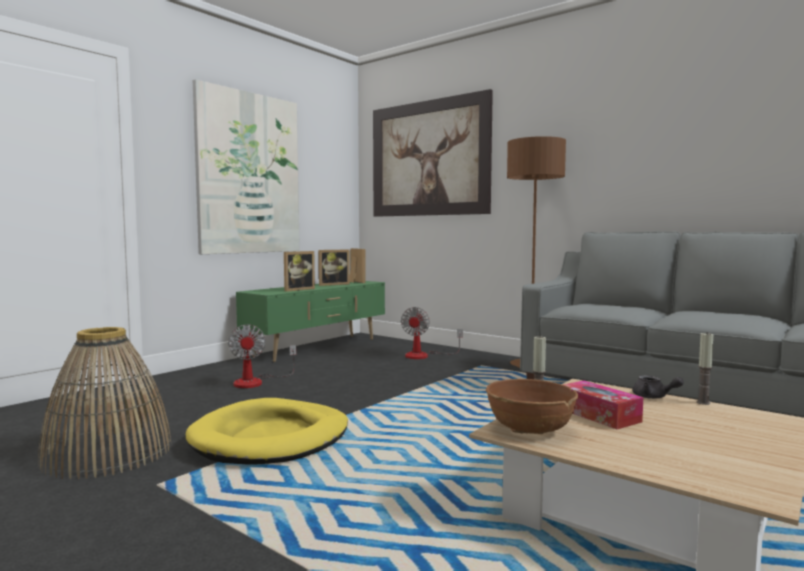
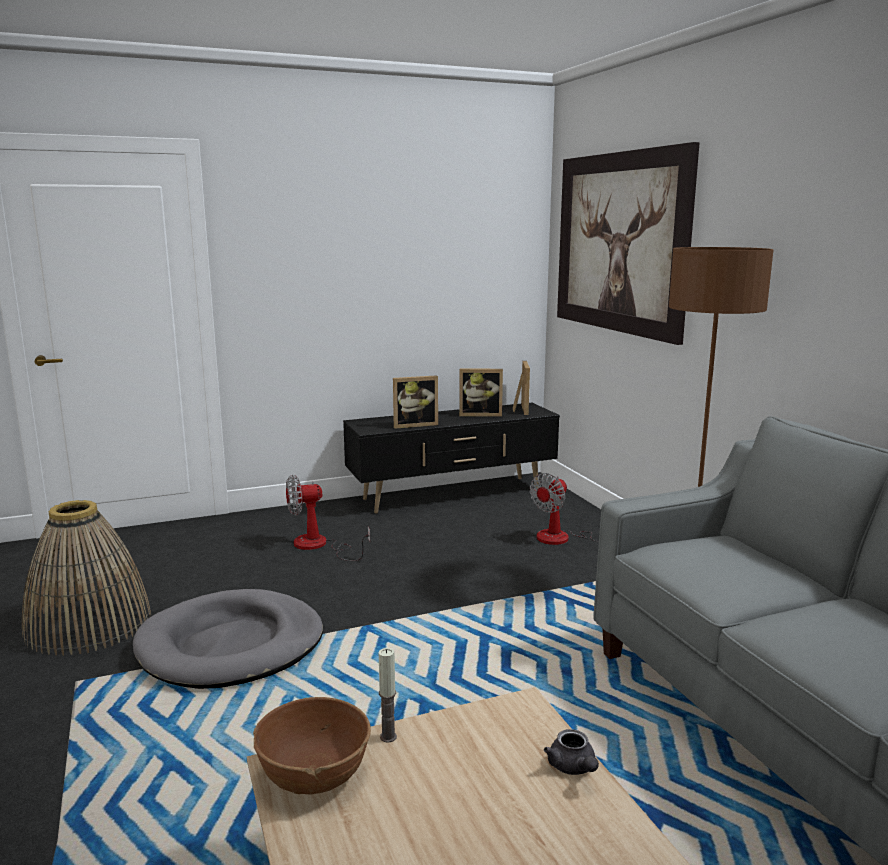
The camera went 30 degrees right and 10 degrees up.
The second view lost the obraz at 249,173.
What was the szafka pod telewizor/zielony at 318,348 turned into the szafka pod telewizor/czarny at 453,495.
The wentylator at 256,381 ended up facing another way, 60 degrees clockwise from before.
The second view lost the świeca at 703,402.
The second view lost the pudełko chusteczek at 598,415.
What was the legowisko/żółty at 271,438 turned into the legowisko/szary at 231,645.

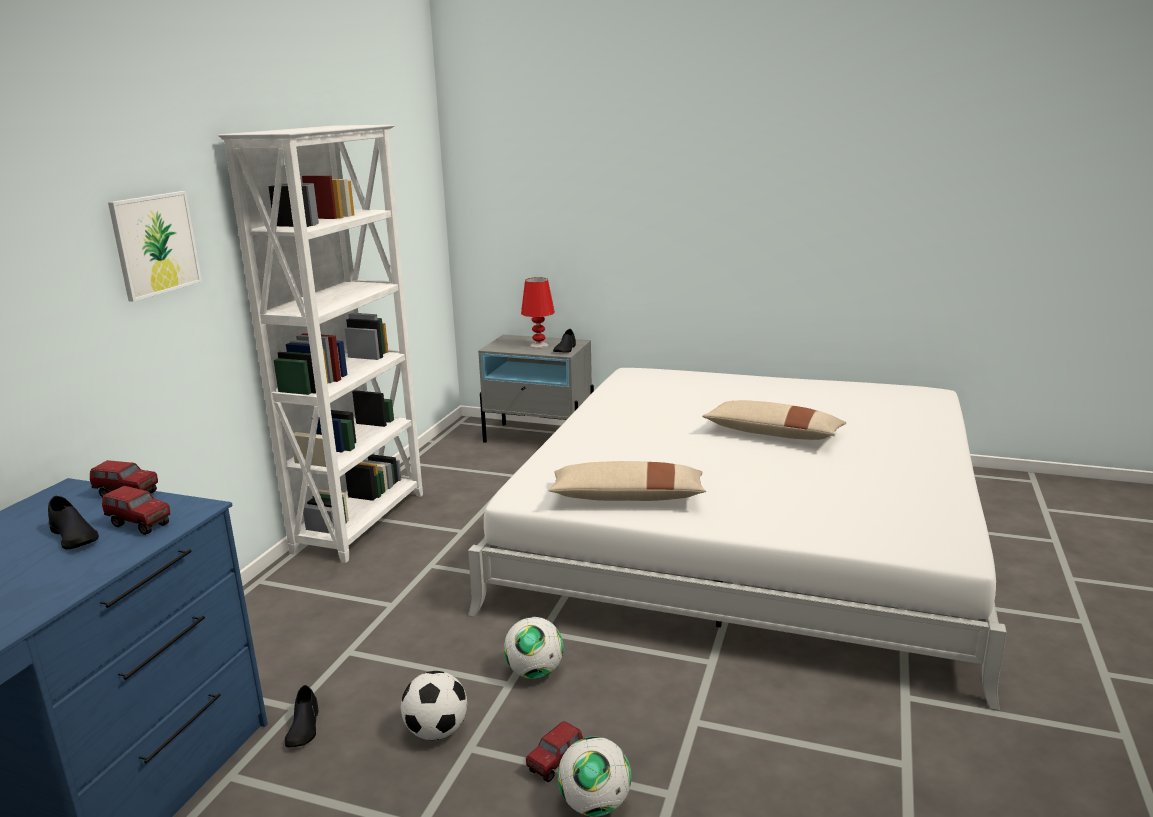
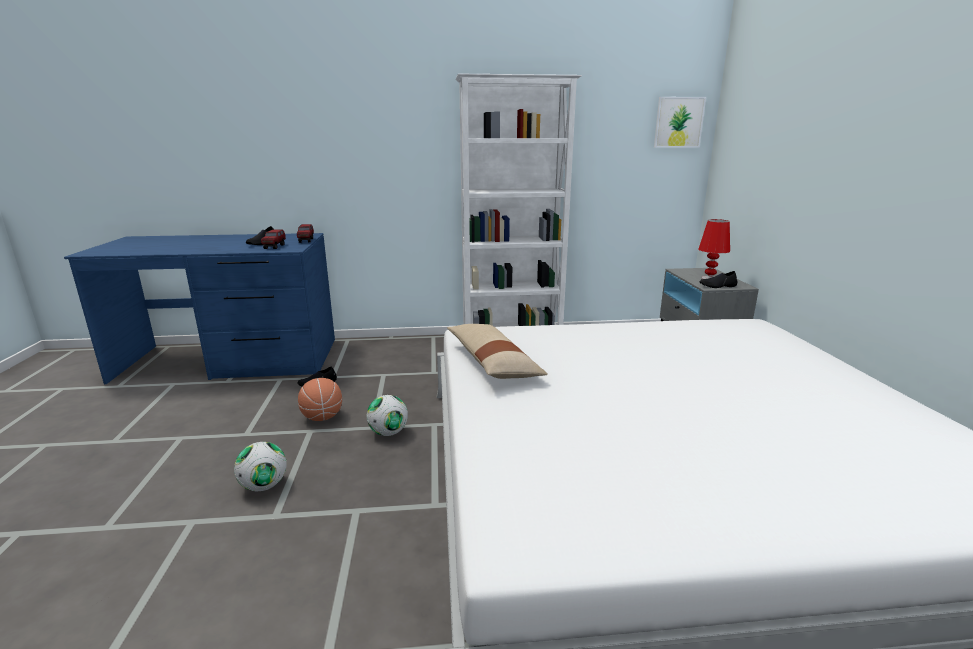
The camera went 65 degrees right and 0 degrees up.
The obraz ended up elsewhere, having gone from 155,244 to 679,122.
The second view lost the poduszka/beżowy at 773,434.
Where the piłka futbolowa stood at 436,731, the piłka do koszykówki came to stand at 322,417.
The second view lost the ciężarówka zabawkowa at 555,764.

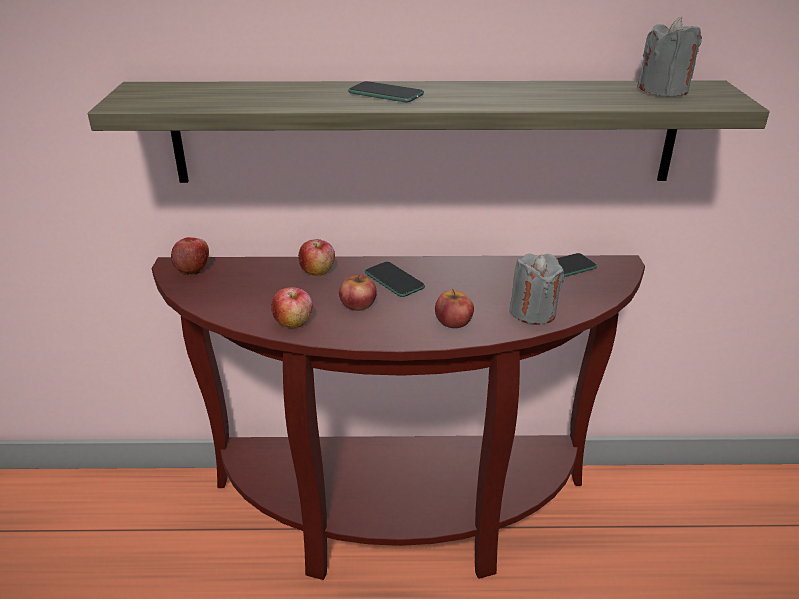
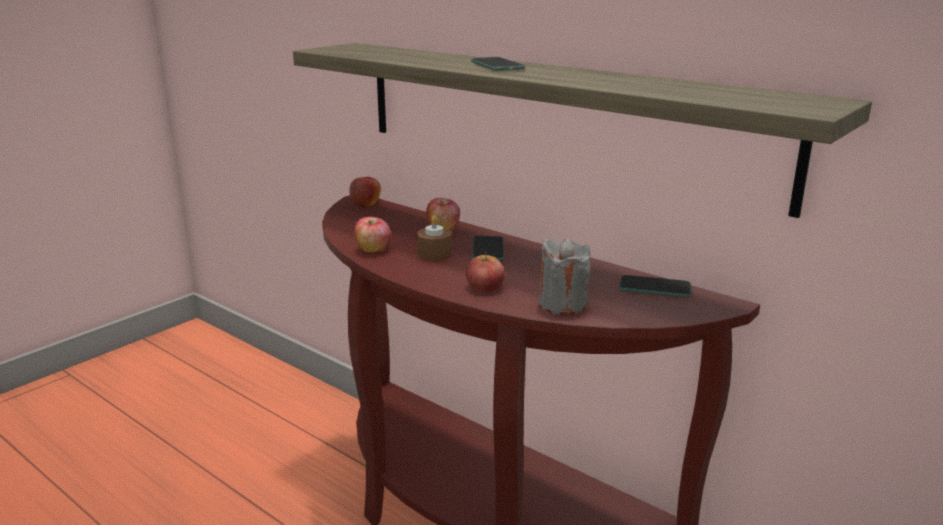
The camera went 40 degrees right and 10 degrees down.
The second view lost the świeca/szary at 663,90.
Where the jabłko stood at 358,304, the świeca/brązowy came to stand at 434,254.

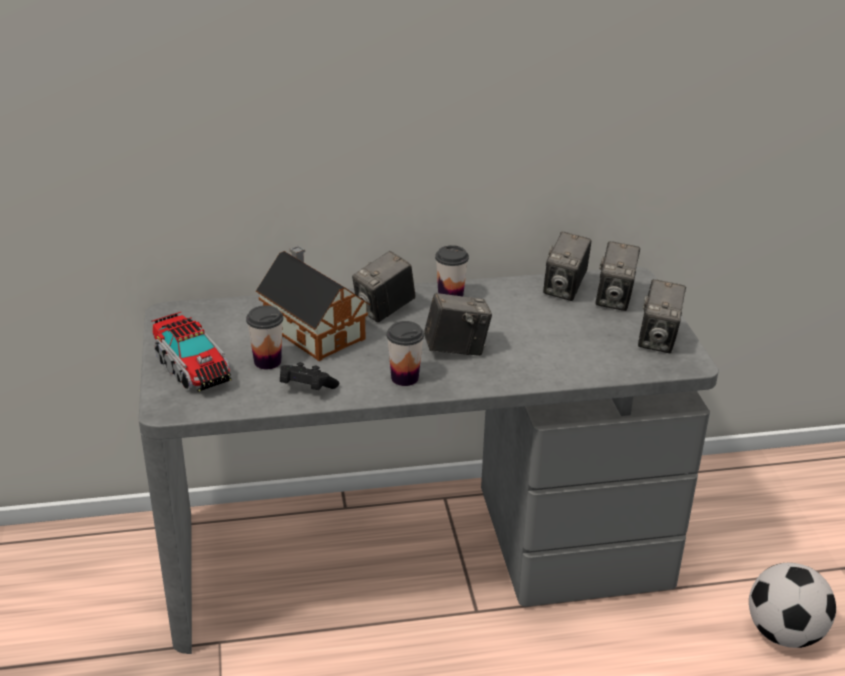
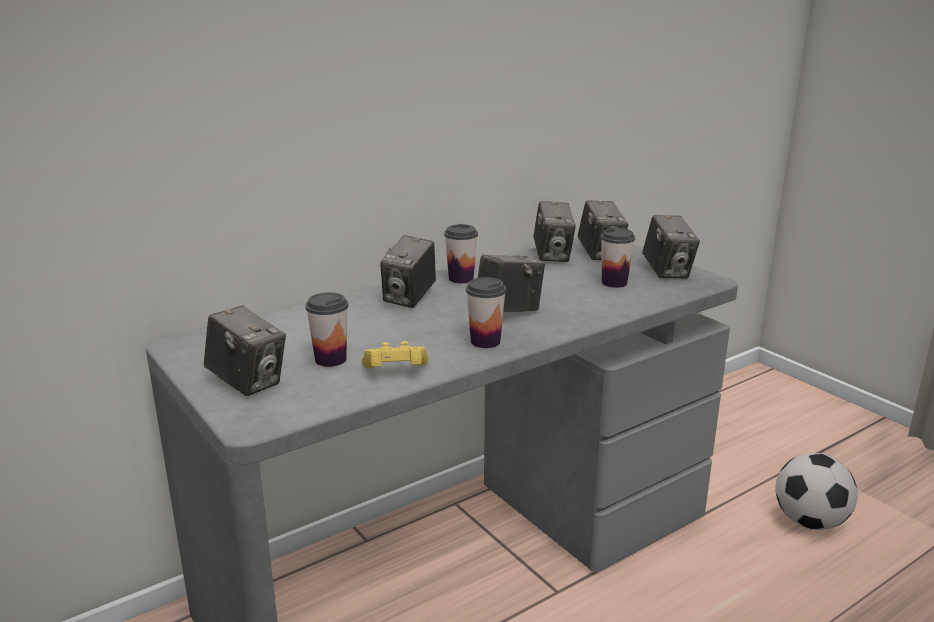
The camera went 25 degrees left and 10 degrees down.
The second view lost the domek at 312,329.
Where the ciężarówka zabawkowa stood at 191,367, the aparat fotograficzny came to stand at 248,382.
What was the pad do gier/czarny at 306,389 turned into the pad do gier/żółty at 395,371.
The second view gained the filiżanka at 614,283.

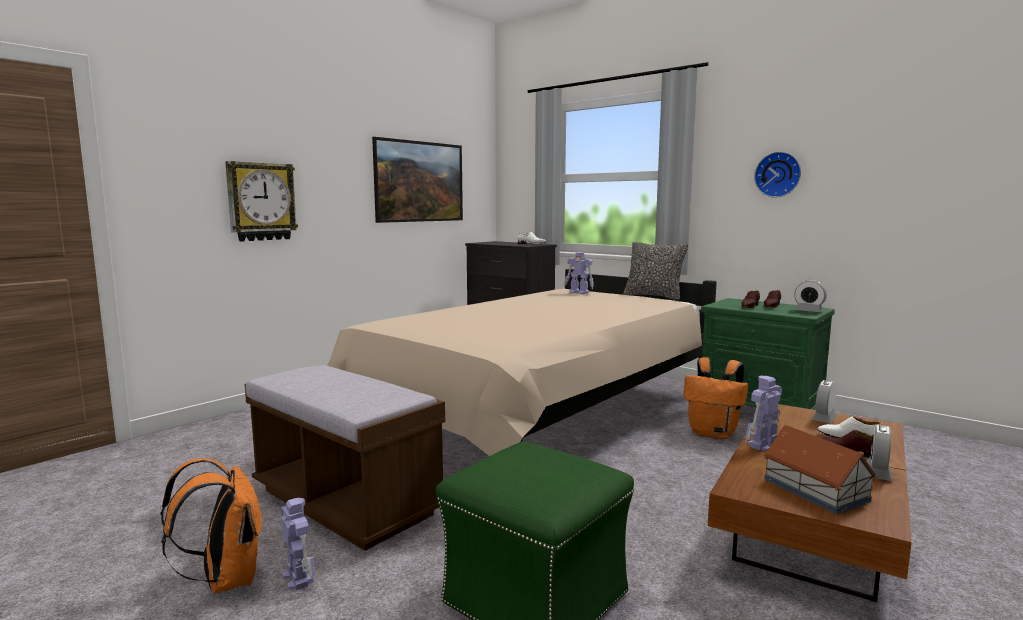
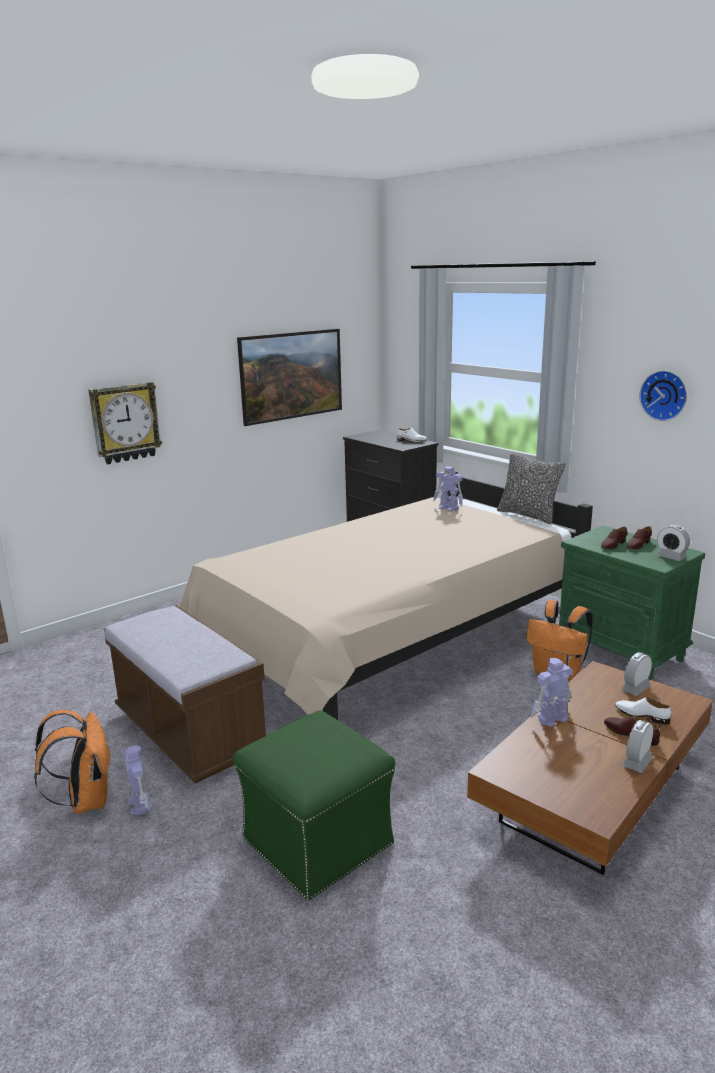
The camera went 10 degrees right and 10 degrees up.
The second view lost the domek at 815,489.

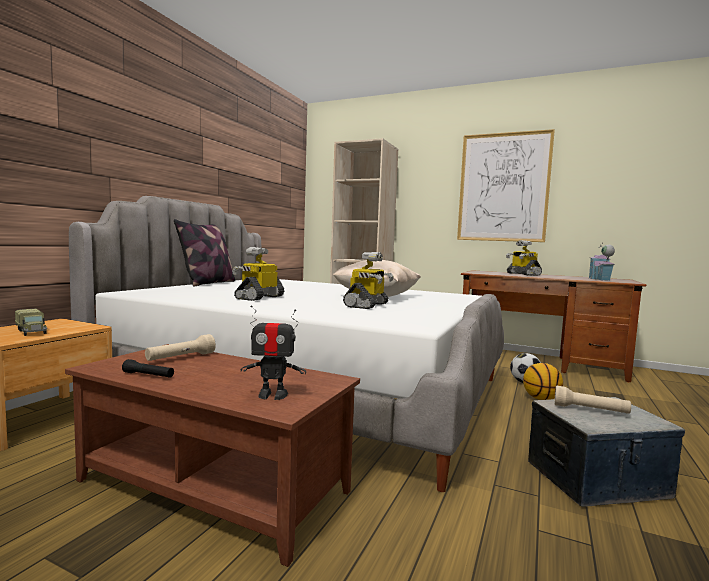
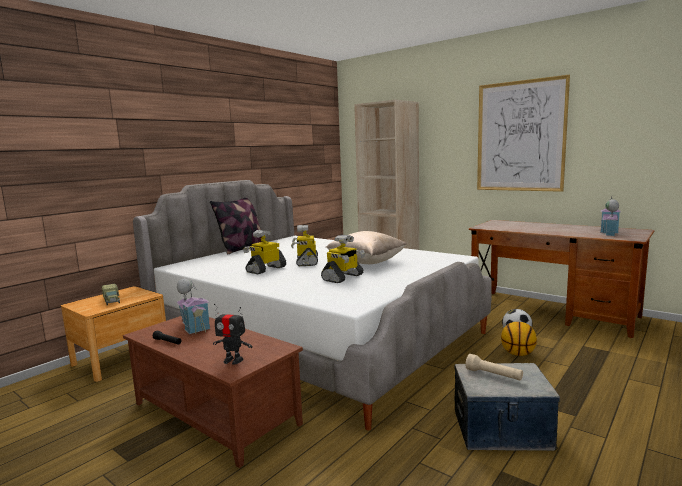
The camera went 15 degrees right and 5 degrees up.
The robot zabawkowy ended up elsewhere, having gone from 522,274 to 306,262.
Where the latarka/beżowy stood at 181,358, the domek came to stand at 194,326.

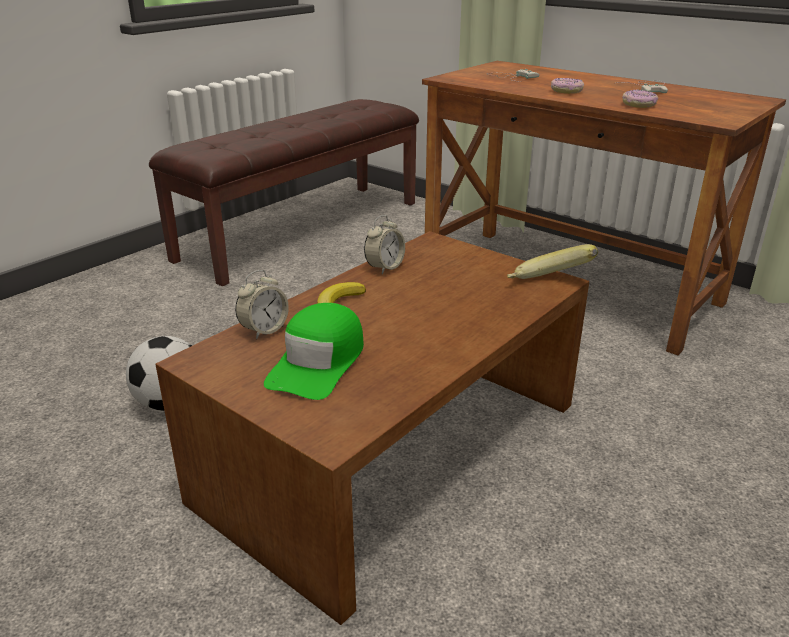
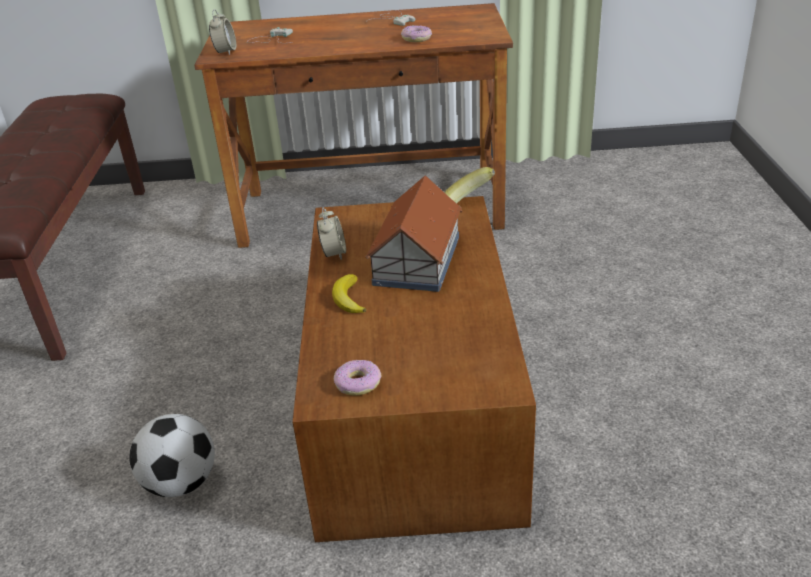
The camera went 40 degrees left and 5 degrees up.
The donut ended up elsewhere, having gone from 566,91 to 357,383.
The budzik ended up elsewhere, having gone from 264,330 to 225,52.
The second view lost the czapka z daszkiem/zielony at 318,363.
The second view gained the domek at 416,260.

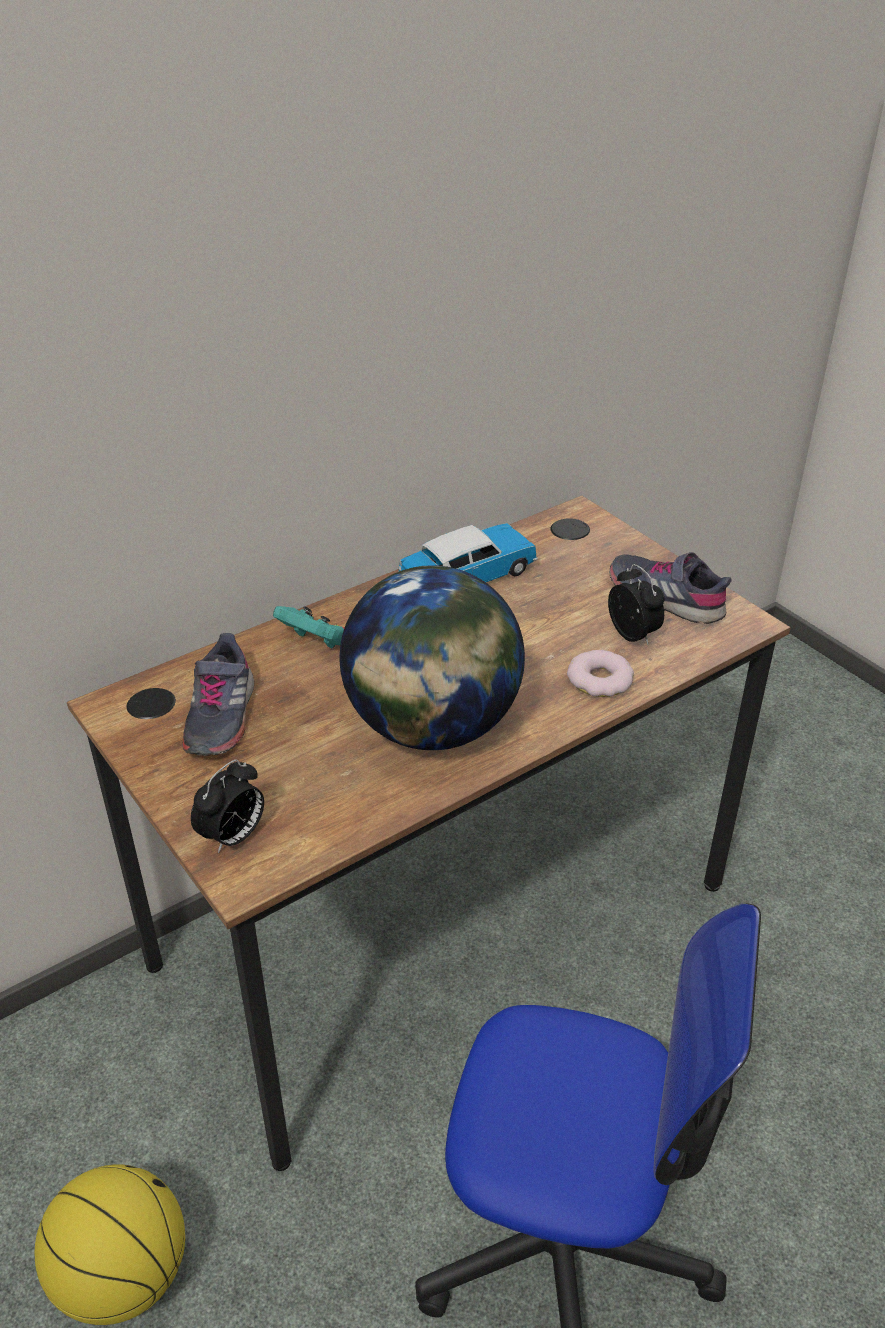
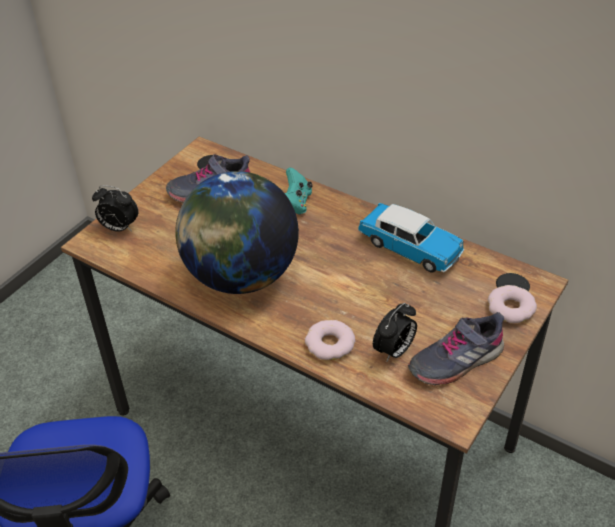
The camera went 70 degrees right and 5 degrees up.
The but/szary at 666,597 ended up facing another way, 135 degrees counterclockwise from before.
The second view lost the piłka do koszykówki at 122,1274.
The second view gained the donut at 511,308.

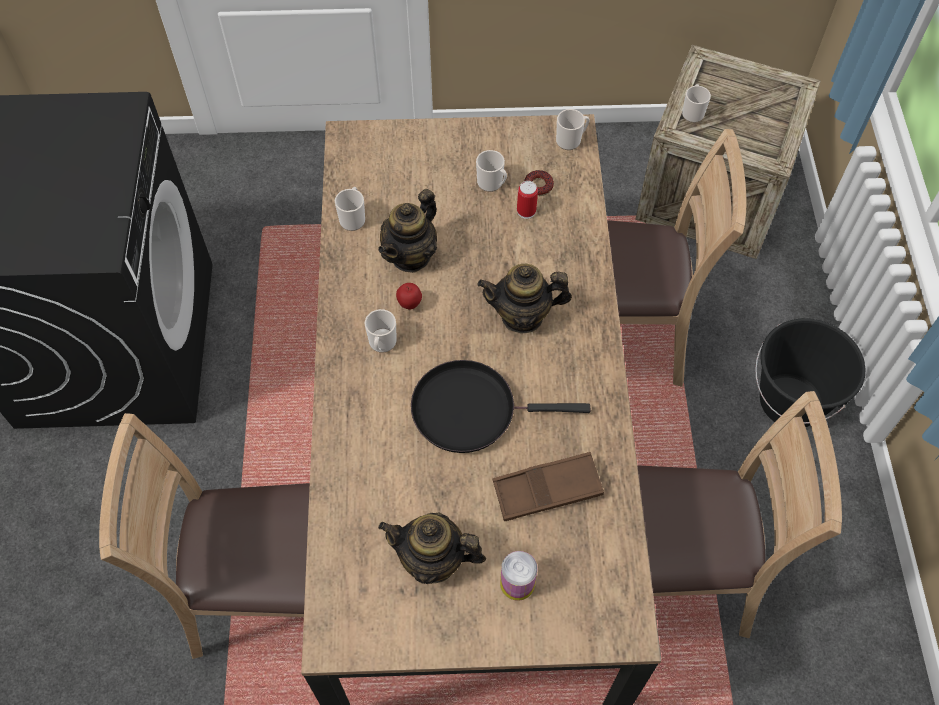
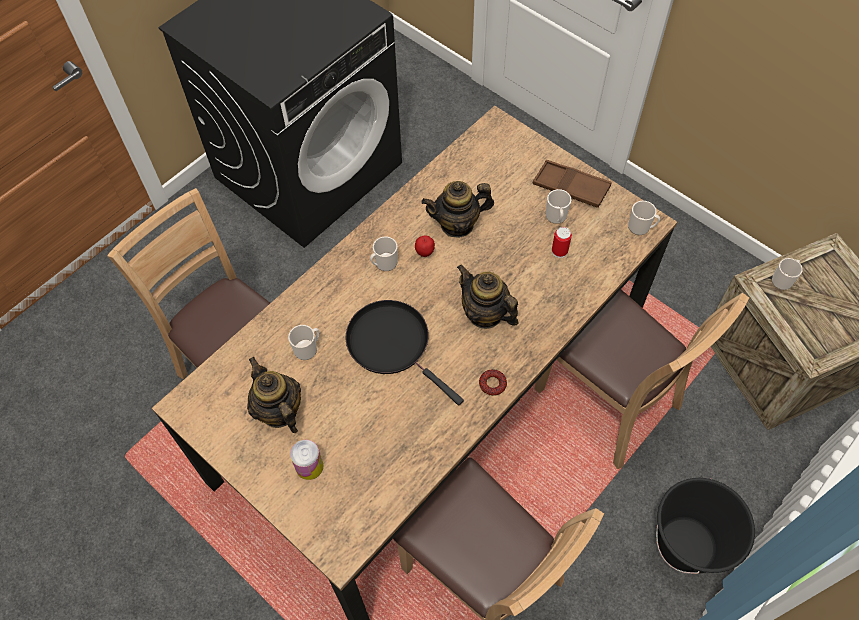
The camera went 45 degrees right and 0 degrees up.
The donut ended up elsewhere, having gone from 538,186 to 492,384.
The kubek ended up elsewhere, having gone from 353,218 to 308,348.
The taca/brązowy ended up elsewhere, having gone from 547,490 to 570,187.

